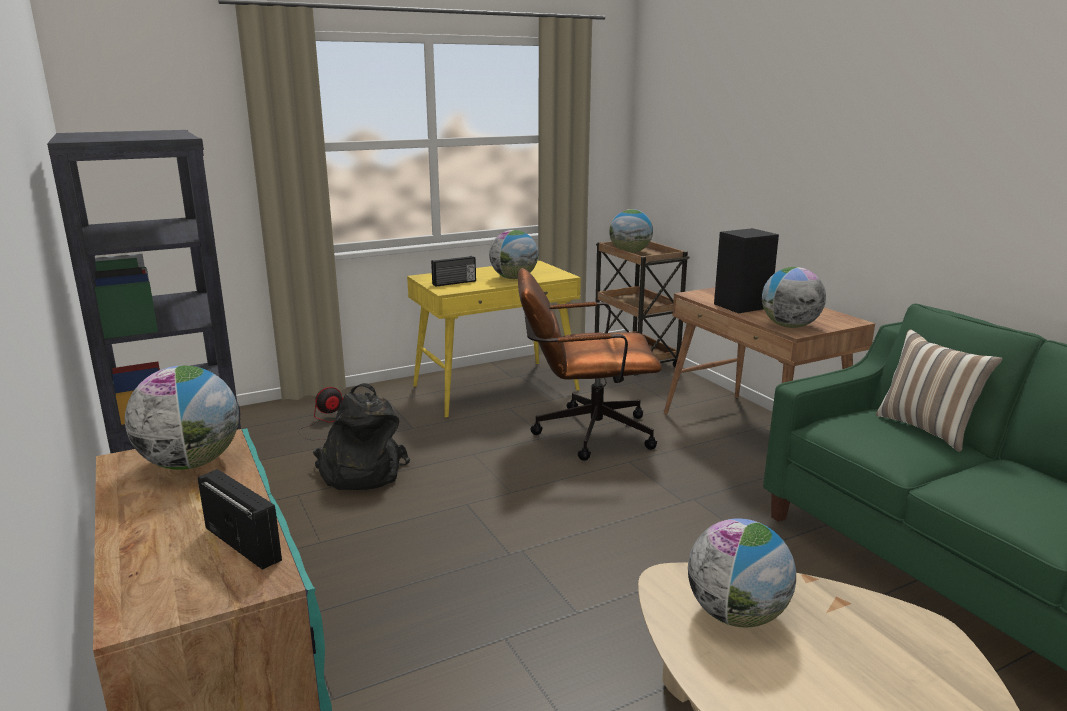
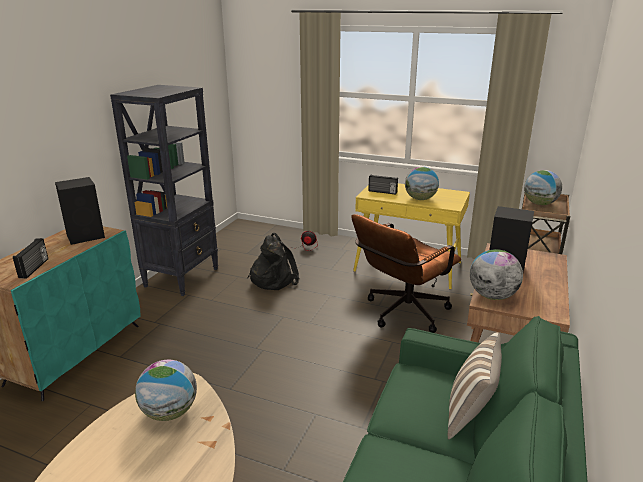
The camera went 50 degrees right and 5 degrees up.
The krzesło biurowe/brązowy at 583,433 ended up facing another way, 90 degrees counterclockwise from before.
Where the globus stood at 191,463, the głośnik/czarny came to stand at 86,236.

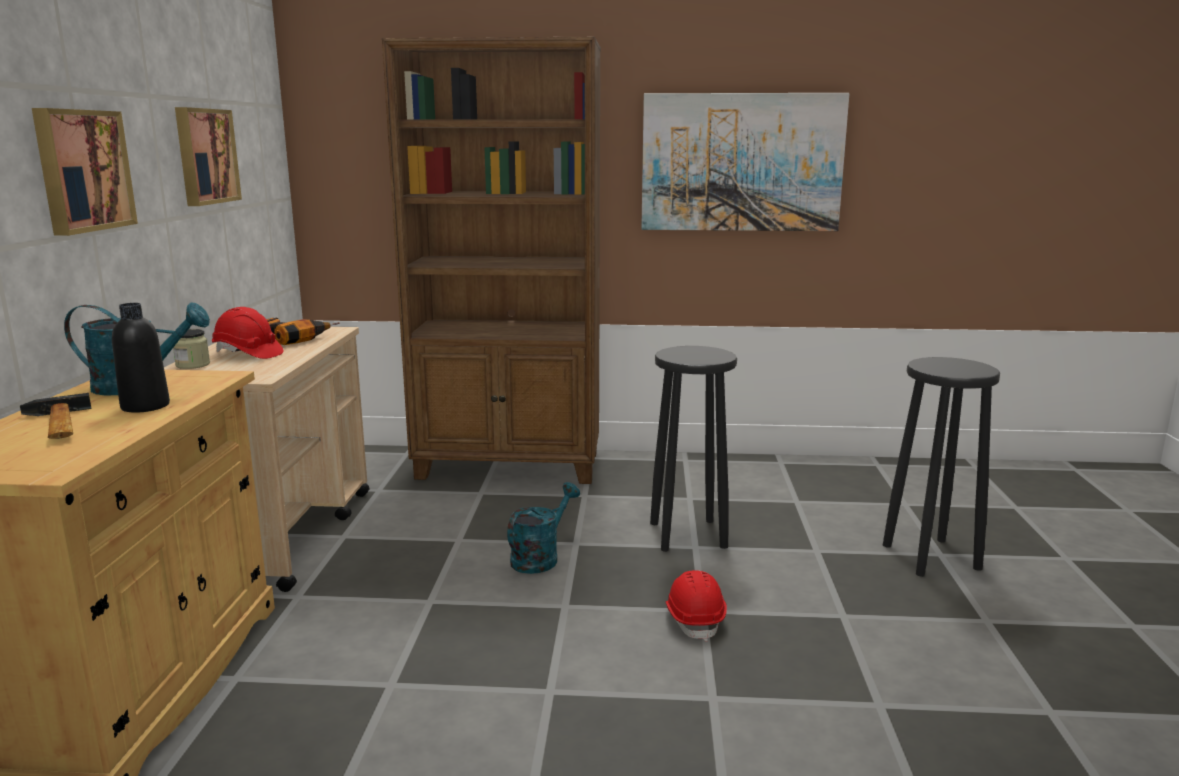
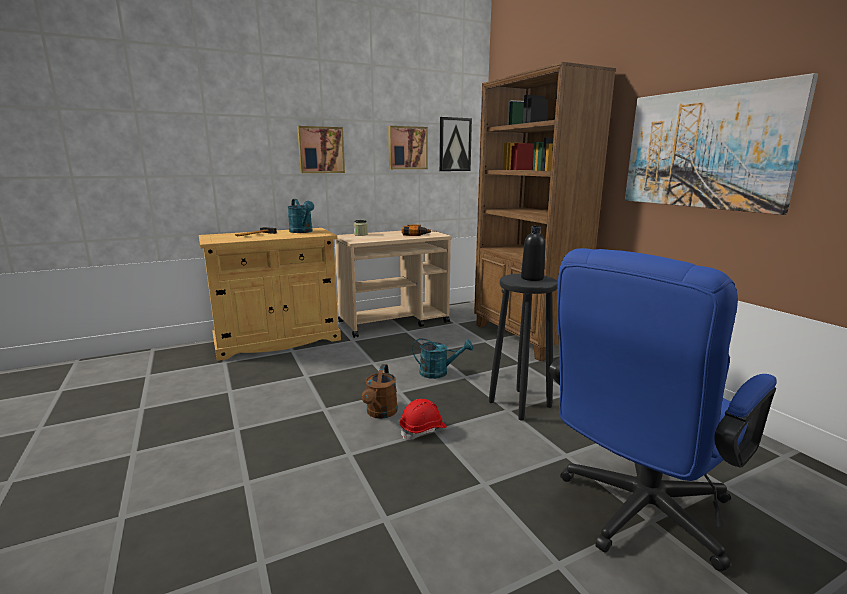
The camera went 60 degrees right and 0 degrees up.
The butelka/czarny ended up elsewhere, having gone from 145,406 to 532,278.
The second view lost the kask/czerwony at 248,354.
Where the stołek/czarny stood at 929,557, the krzesło biurowe/niebieski came to stand at 635,514.
The second view gained the obraz at 454,144.
The second view gained the konewka/brązowy at 380,413.

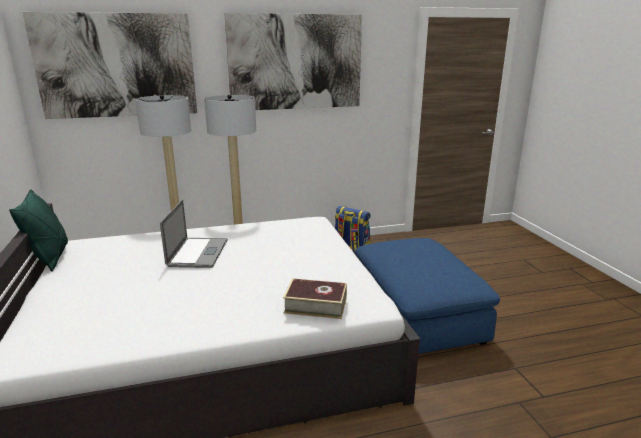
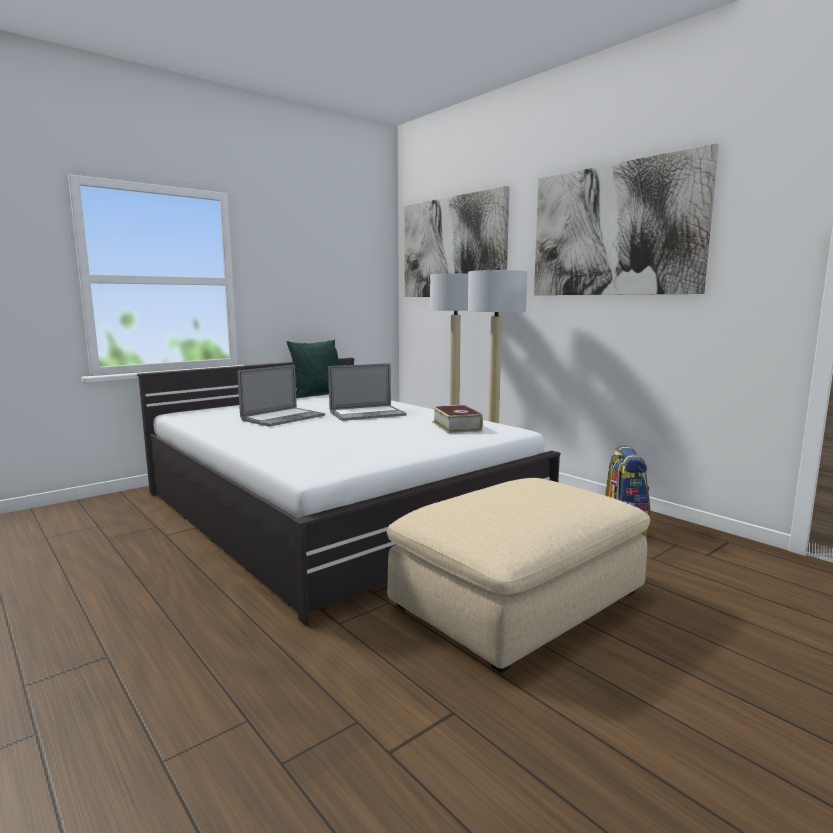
The camera went 65 degrees right and 10 degrees down.
What was the pufa/niebieski at 416,314 turned into the pufa/beżowy at 518,599.
The książka ended up elsewhere, having gone from 315,305 to 456,426.
The second view gained the laptop at 283,418.

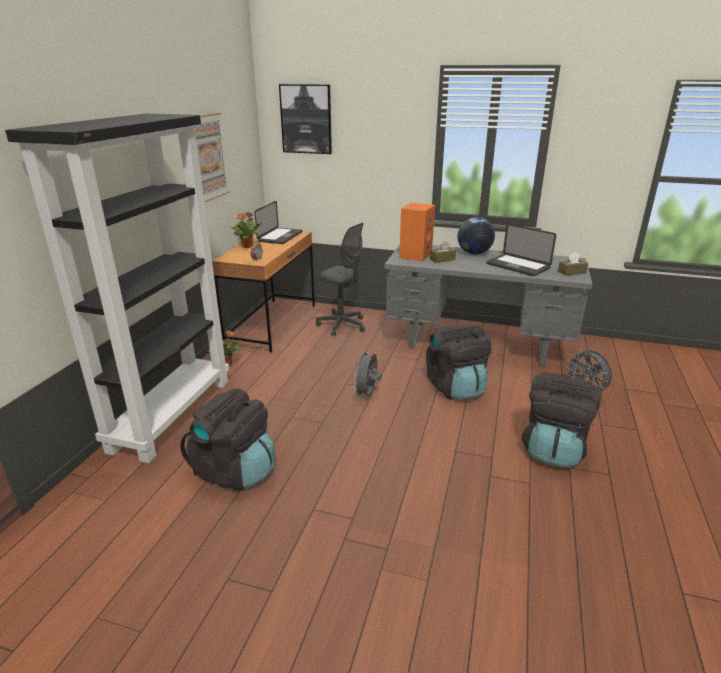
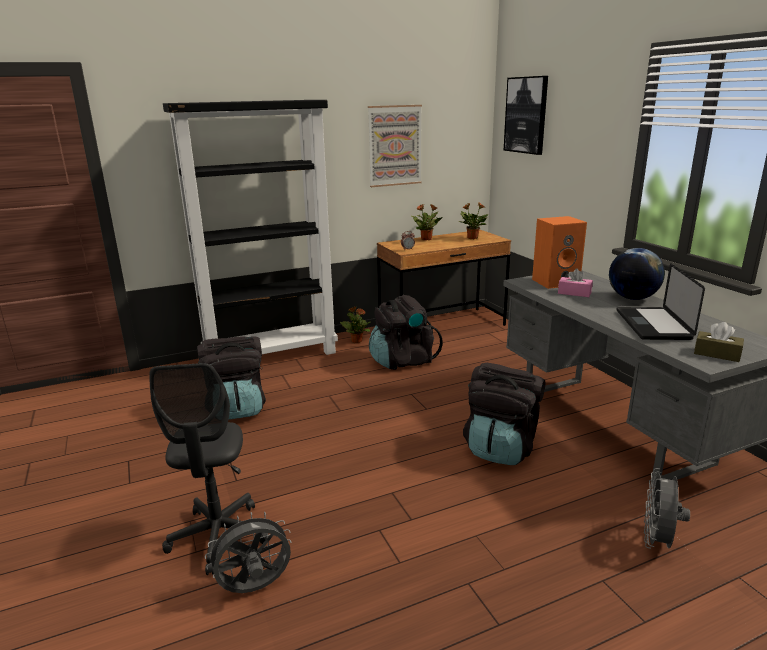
The camera went 50 degrees right and 5 degrees down.
Where the laptop stood at 280,237, the roślina doniczkowa came to stand at 472,238.
The krzesło biurowe/szary ended up elsewhere, having gone from 342,325 to 218,536.
What was the pudełko chusteczek/brązowy at 442,259 turned into the pudełko chusteczek/różowy at 574,293.
The wentylator/szary ended up elsewhere, having gone from 367,395 to 255,588.
The plecak/czarny ended up elsewhere, having gone from 553,449 to 402,360.

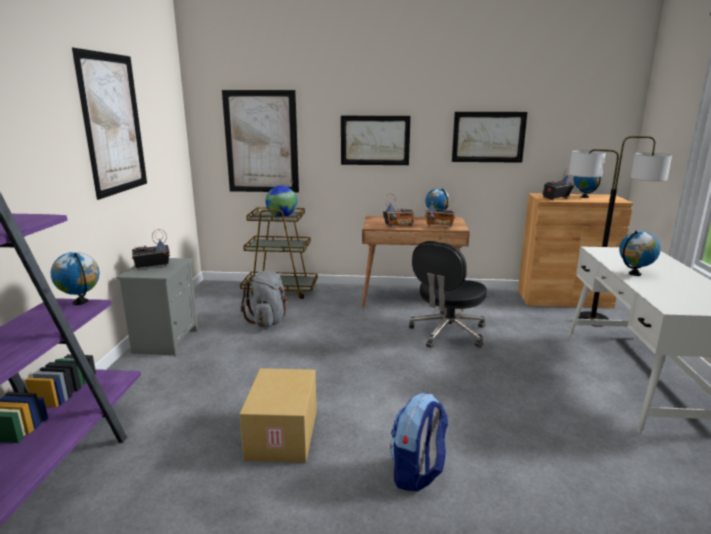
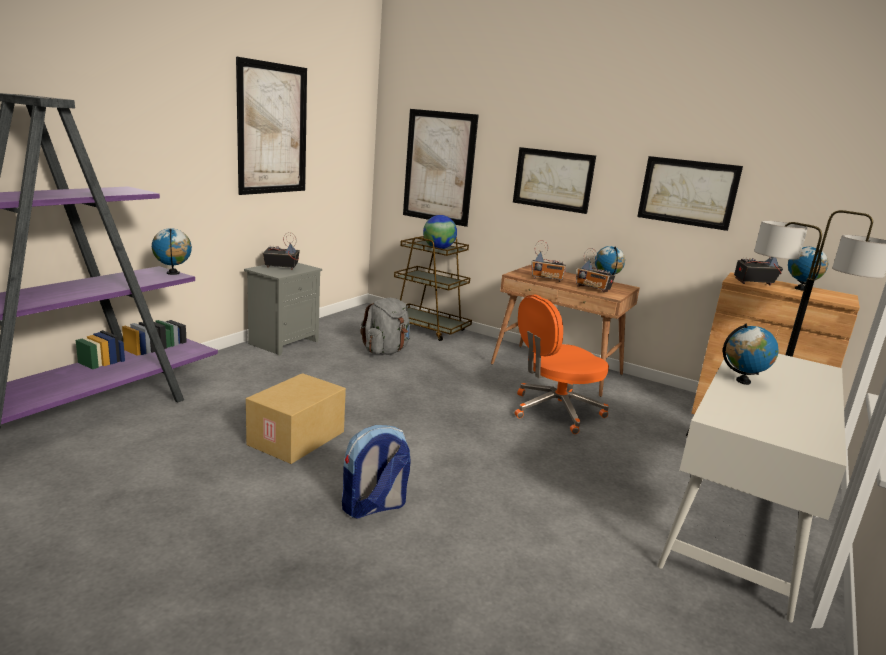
The camera went 25 degrees right and 0 degrees up.
What was the krzesło biurowe/czarny at 447,333 turned into the krzesło biurowe/pomarańczowy at 554,411.

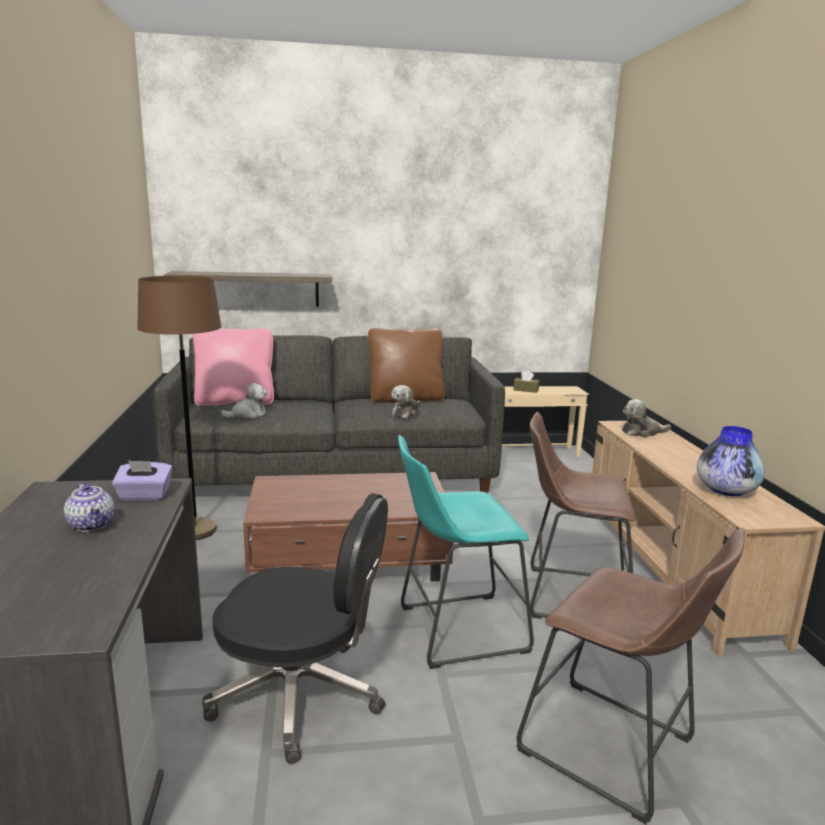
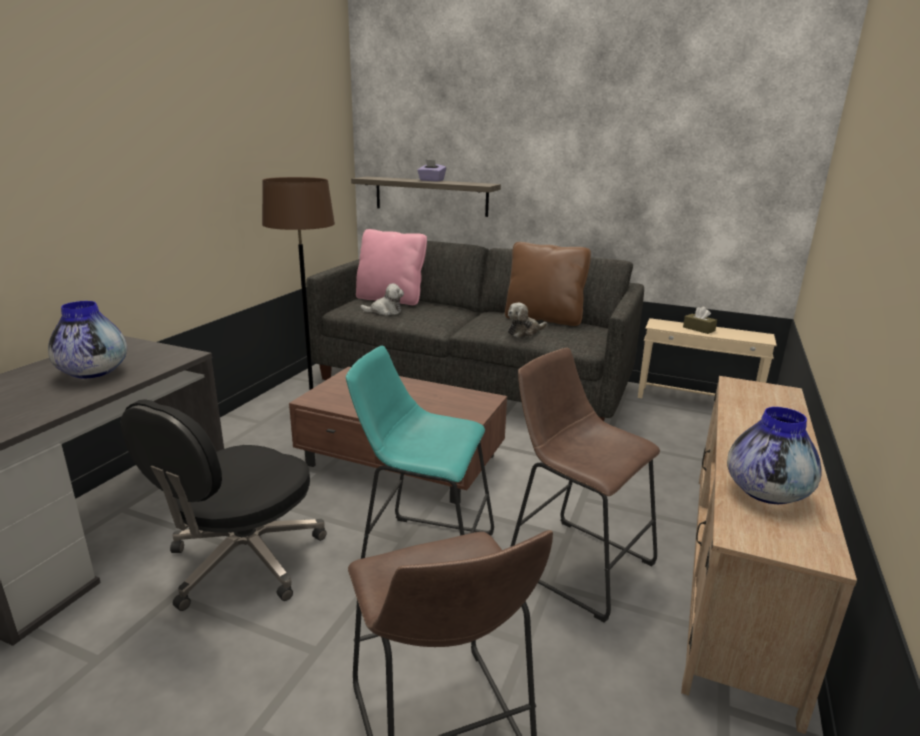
The camera went 30 degrees right and 5 degrees up.
The second view lost the pluszak at 642,432.
The pudełko chusteczek/fioletowy ended up elsewhere, having gone from 144,495 to 431,180.
Where the imbryk stood at 92,525, the wazon came to stand at 94,373.
The krzesło biurowe/czarny at 301,695 ended up facing another way, 75 degrees clockwise from before.

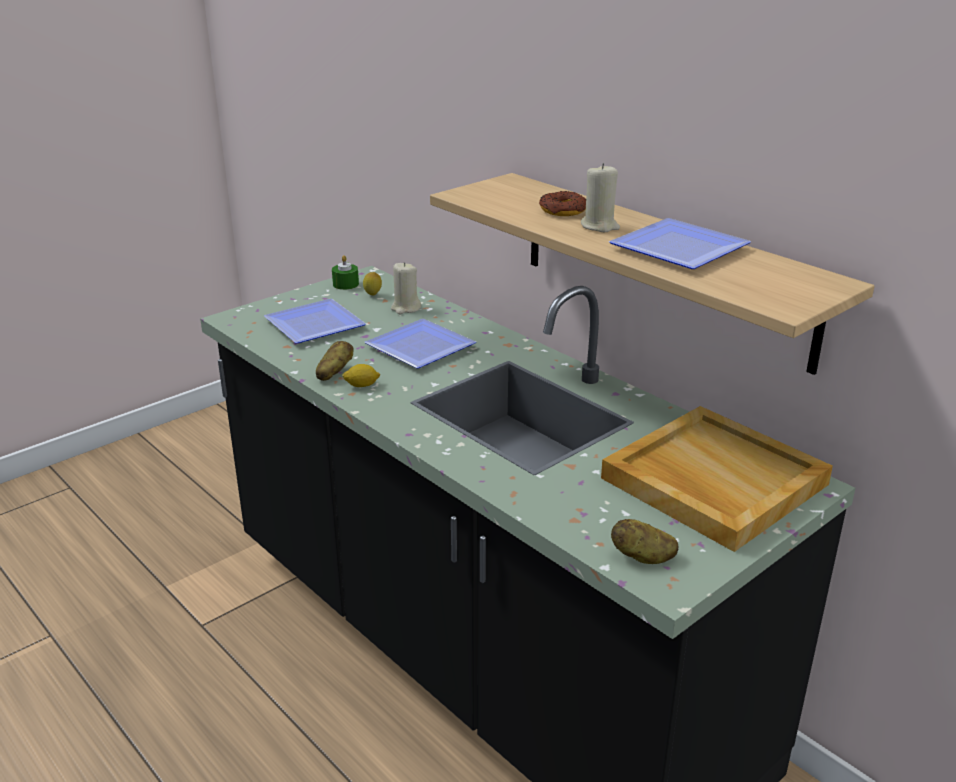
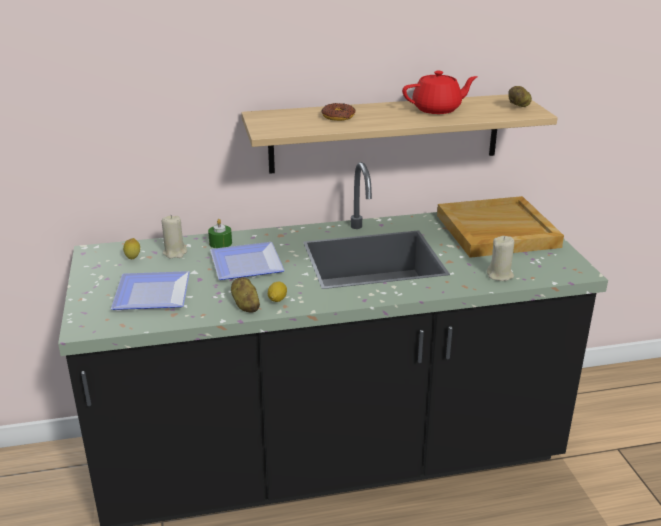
The camera went 60 degrees left and 0 degrees up.
The świeca/beżowy ended up elsewhere, having gone from 599,226 to 500,275.
Where the talerz stood at 684,249, the imbryk/czerwony came to stand at 437,109.
The świeca/zielony ended up elsewhere, having gone from 345,284 to 220,243.
The ziemniak ended up elsewhere, having gone from 642,557 to 519,106.

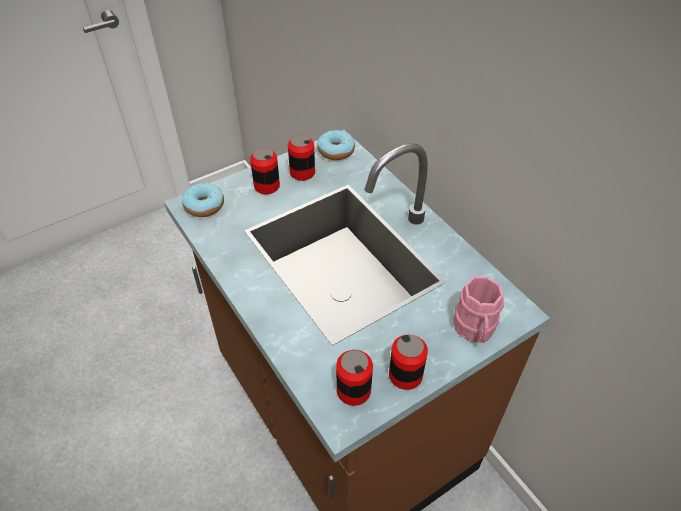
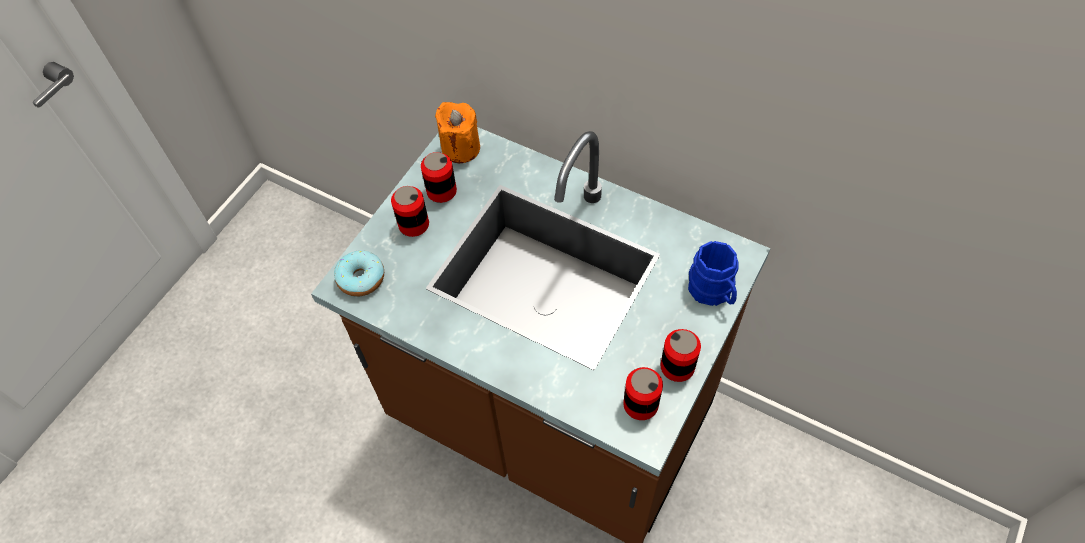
The camera went 25 degrees left and 10 degrees up.
Where the donut stood at 336,151, the świeca/pomarańczowy came to stand at 460,148.
What was the kubek/różowy at 474,330 turned into the kubek/niebieski at 713,292.

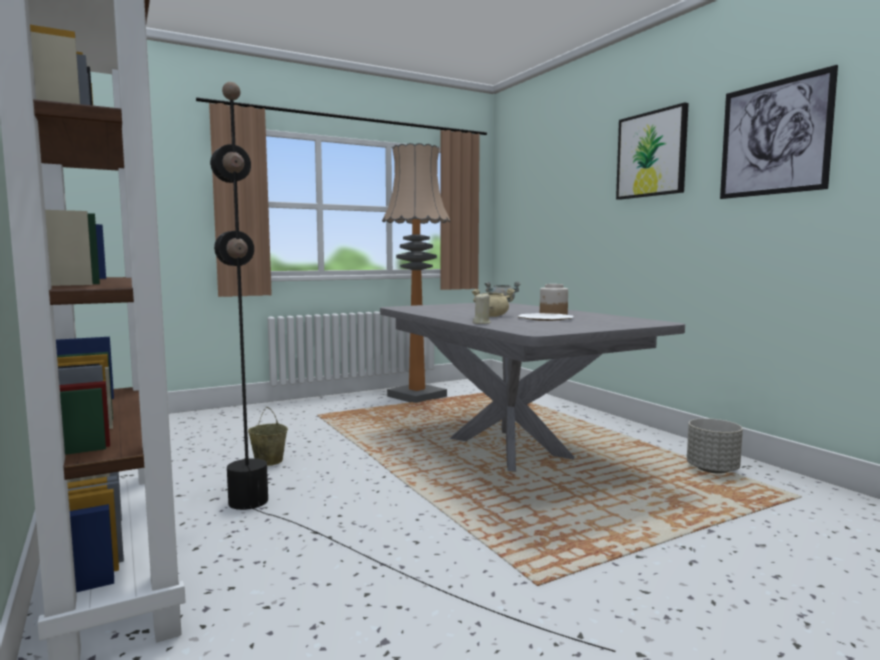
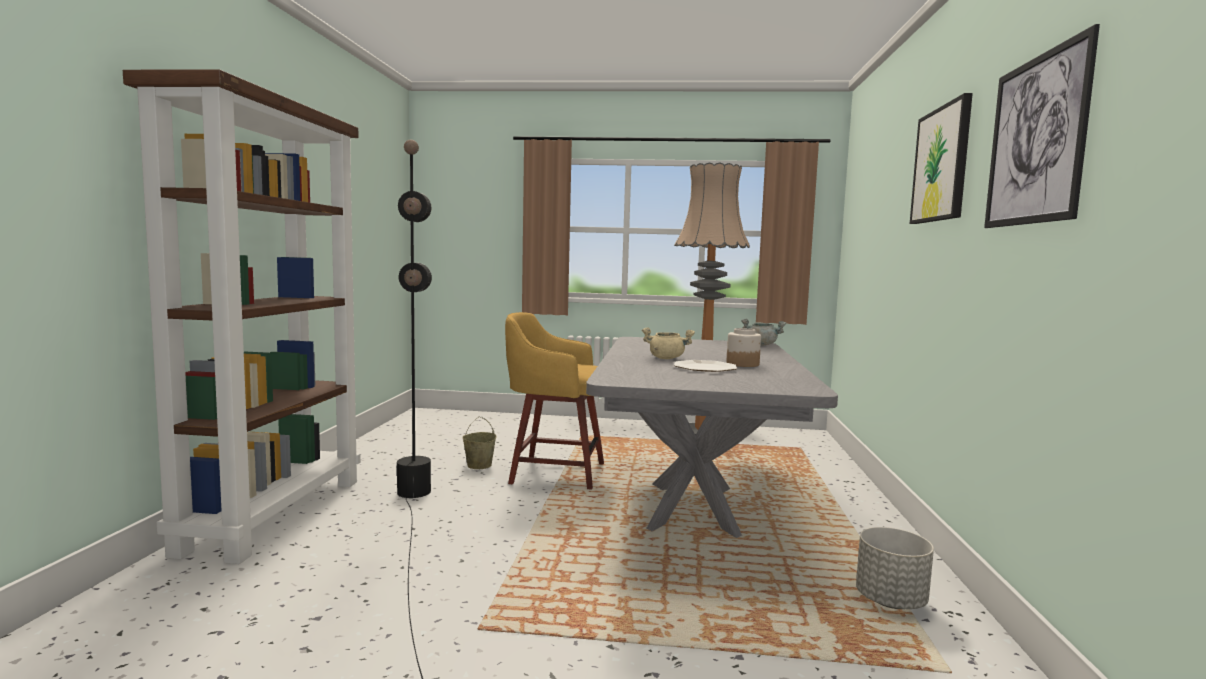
The camera went 35 degrees right and 0 degrees up.
The second view lost the świeca/beżowy at 481,323.
The second view gained the stołek/żółty at 554,473.

